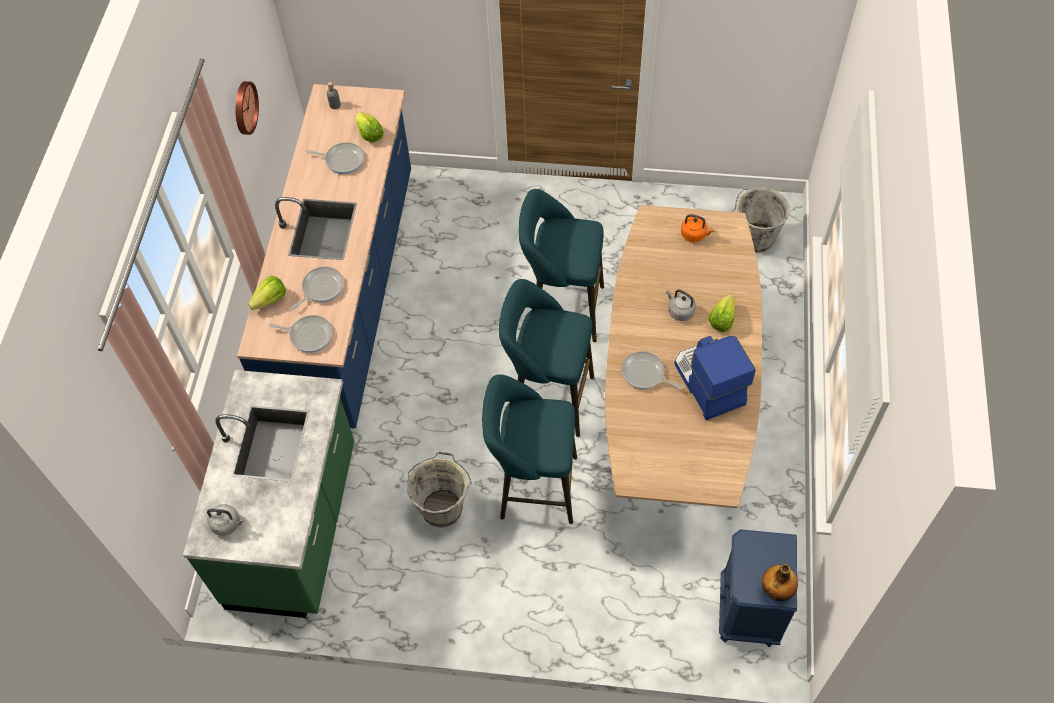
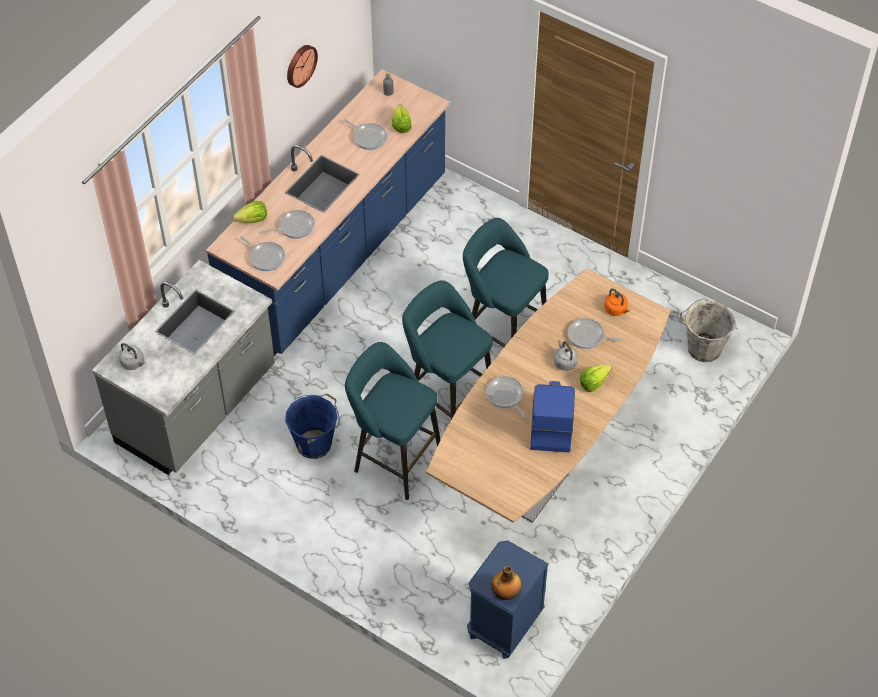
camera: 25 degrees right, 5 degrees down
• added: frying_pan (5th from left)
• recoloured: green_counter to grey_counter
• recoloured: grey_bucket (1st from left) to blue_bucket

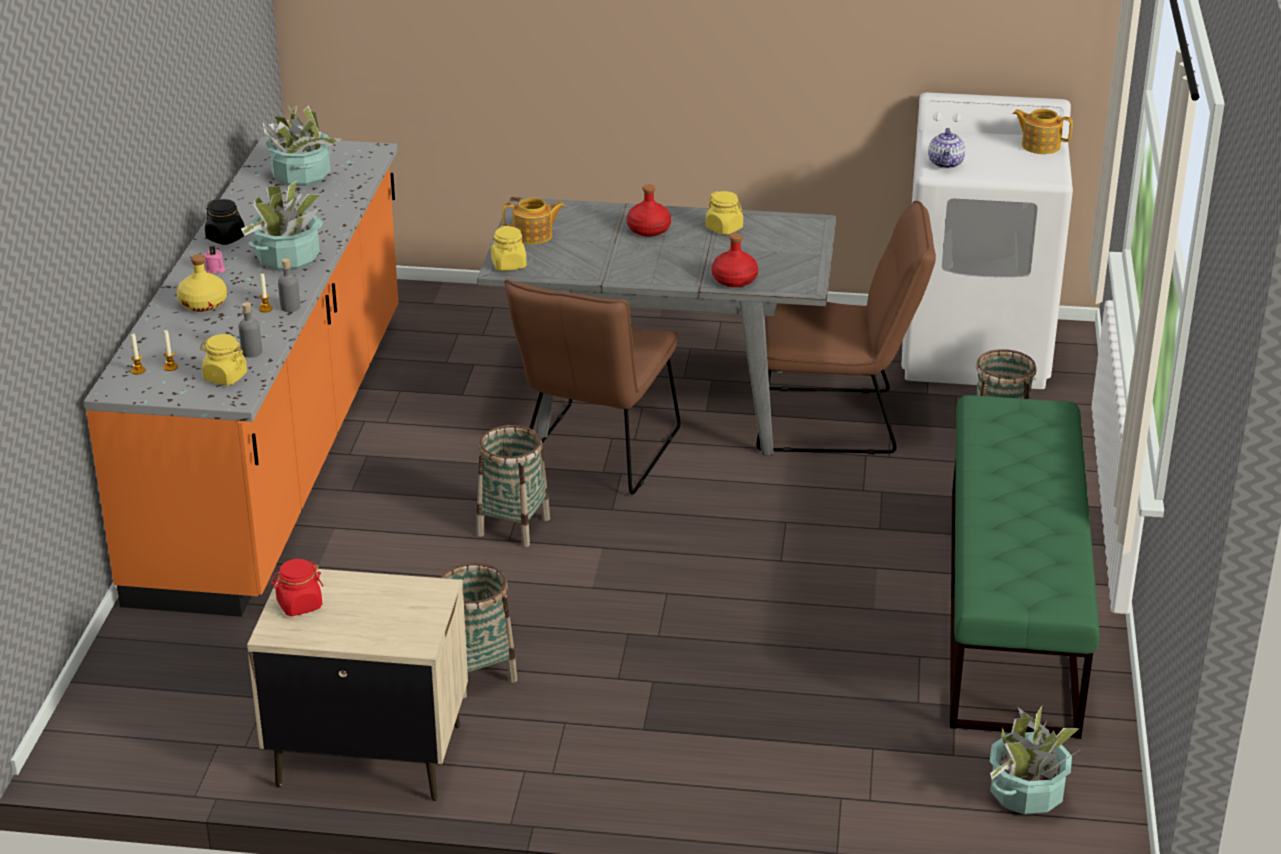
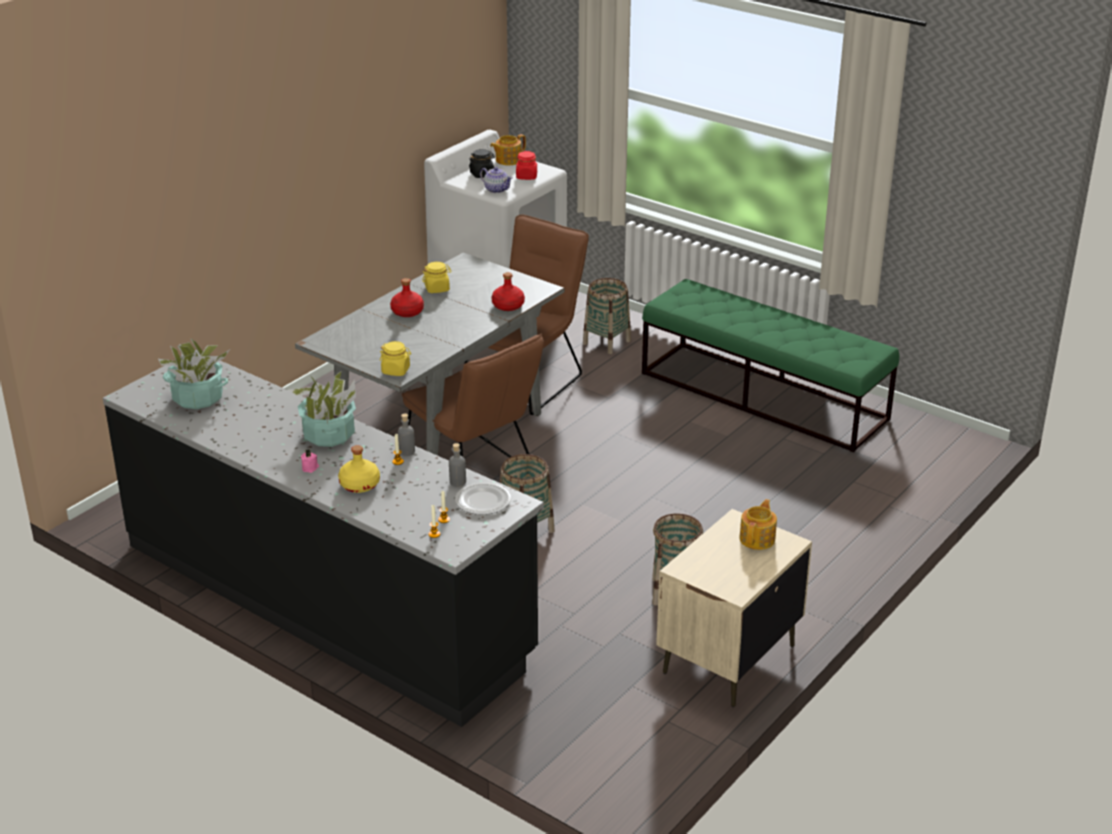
camera: 60 degrees left, 0 degrees up
• removed: potted_plant (3rd from left)
• moved: black_jar
• moved: red_jar
• moved: teapot (1st from left in the first image) to teapot (3rd from left)
• replaced: yellow_jar (1st from left) to plate
• recoloured: orange_counter to black_counter

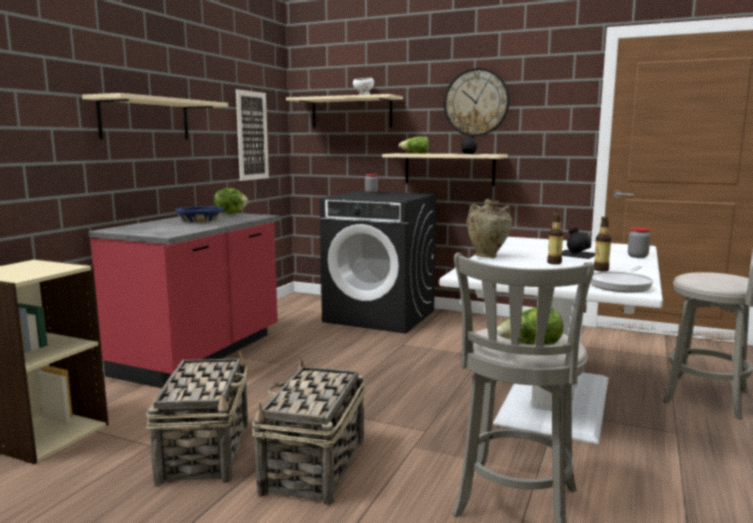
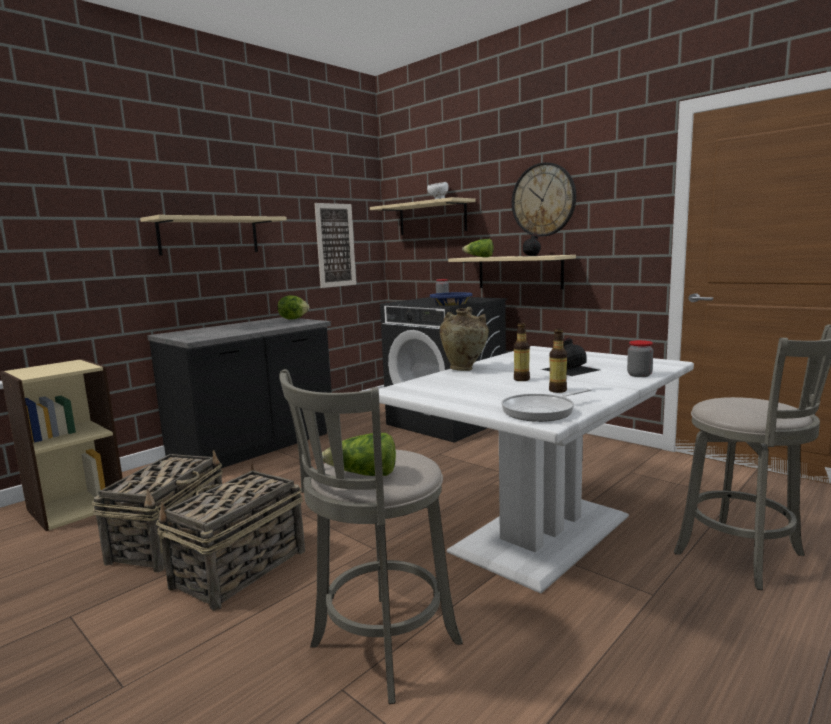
camera: 20 degrees right, 0 degrees up
• moved: blue_bowl
• recoloured: red_counter to black_counter

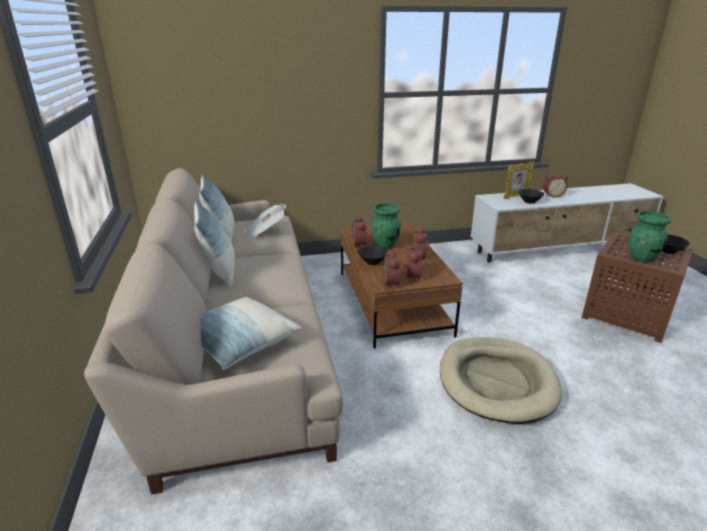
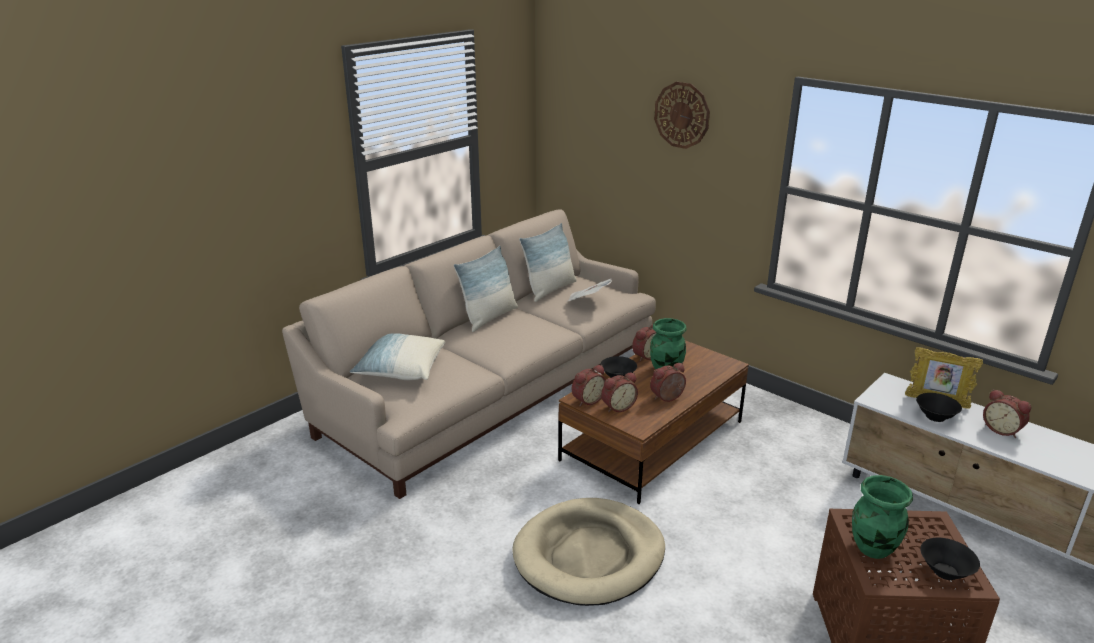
camera: 55 degrees right, 0 degrees up
• added: wall_clock

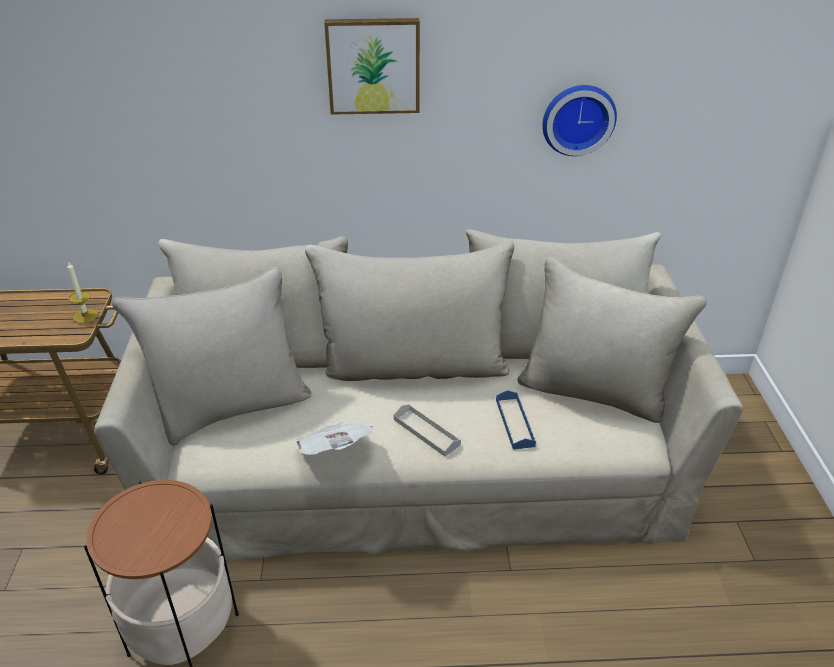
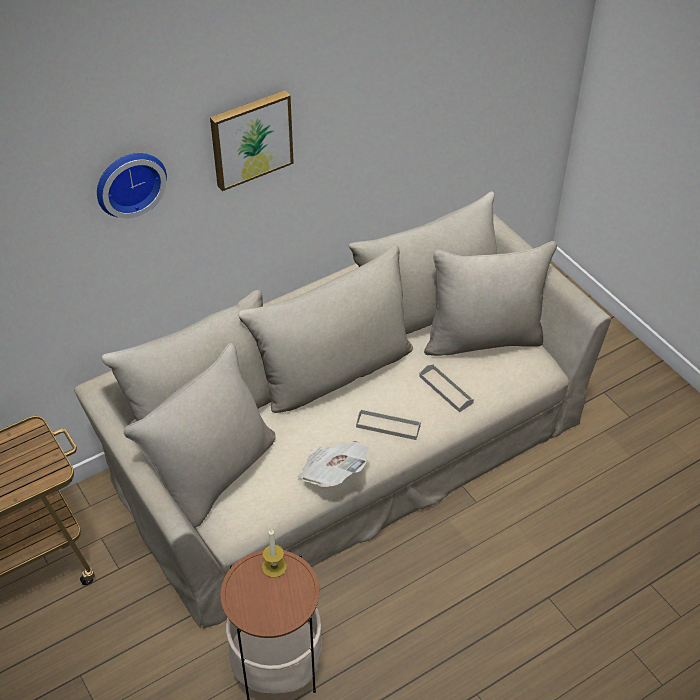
camera: 30 degrees left, 10 degrees up
• moved: candle
• moved: wall_clock
• recoloured: blue_tray to grey_tray (2nd from left)

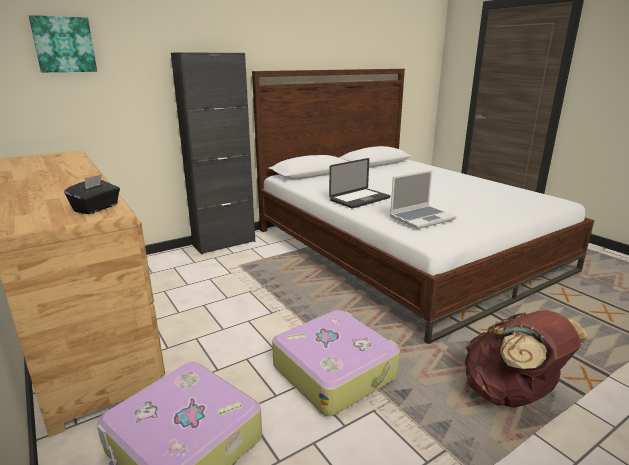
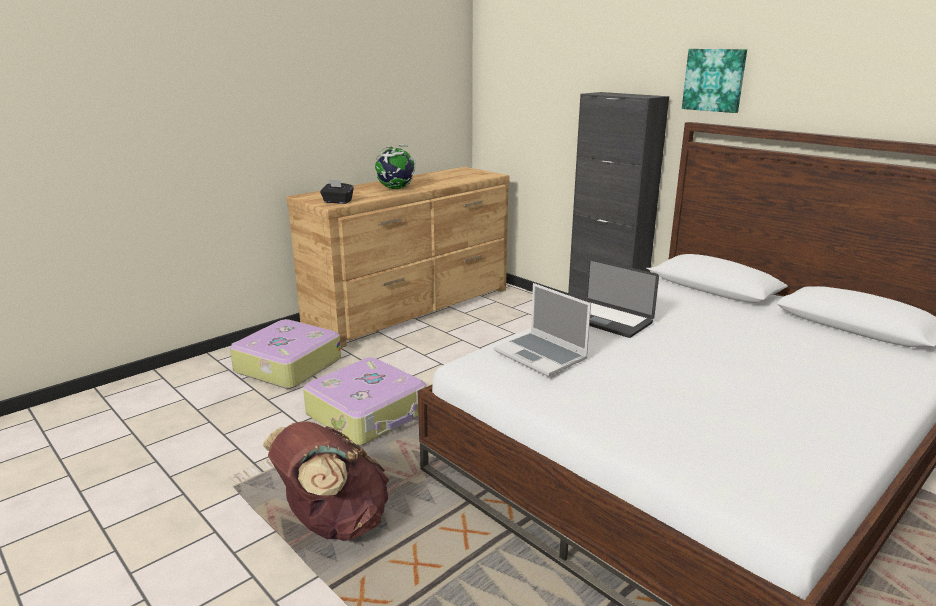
camera: 80 degrees right, 0 degrees up
• added: globe
• moved: picture

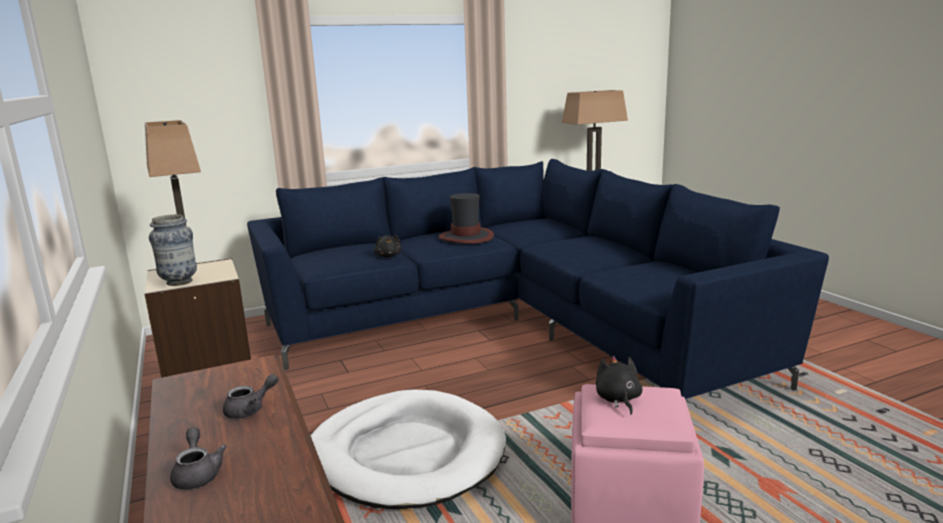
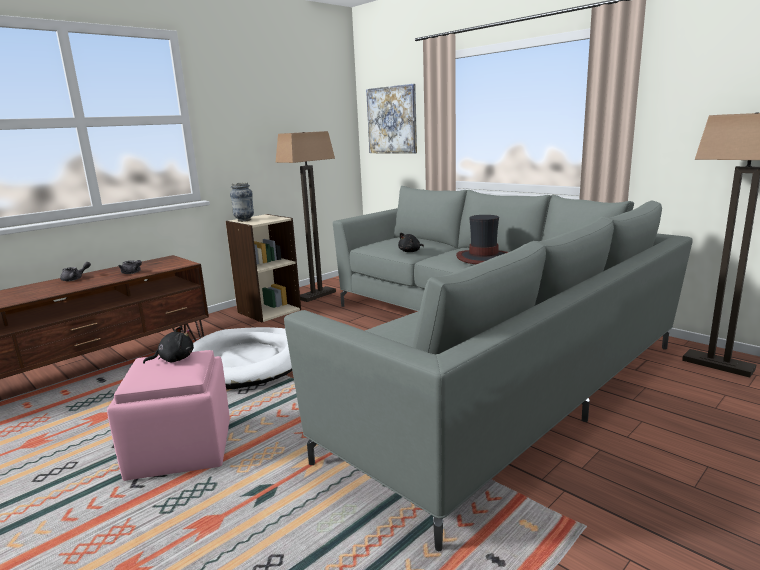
camera: 70 degrees right, 0 degrees up
• added: picture
• recoloured: blue_sofa to grey_sofa

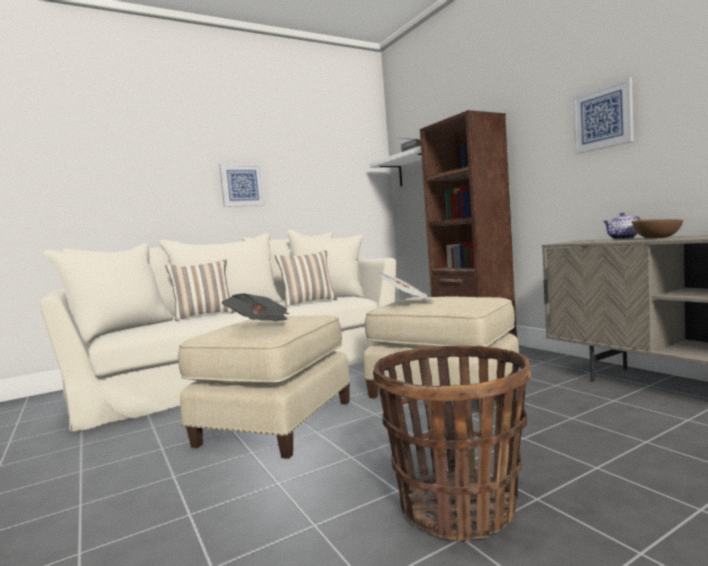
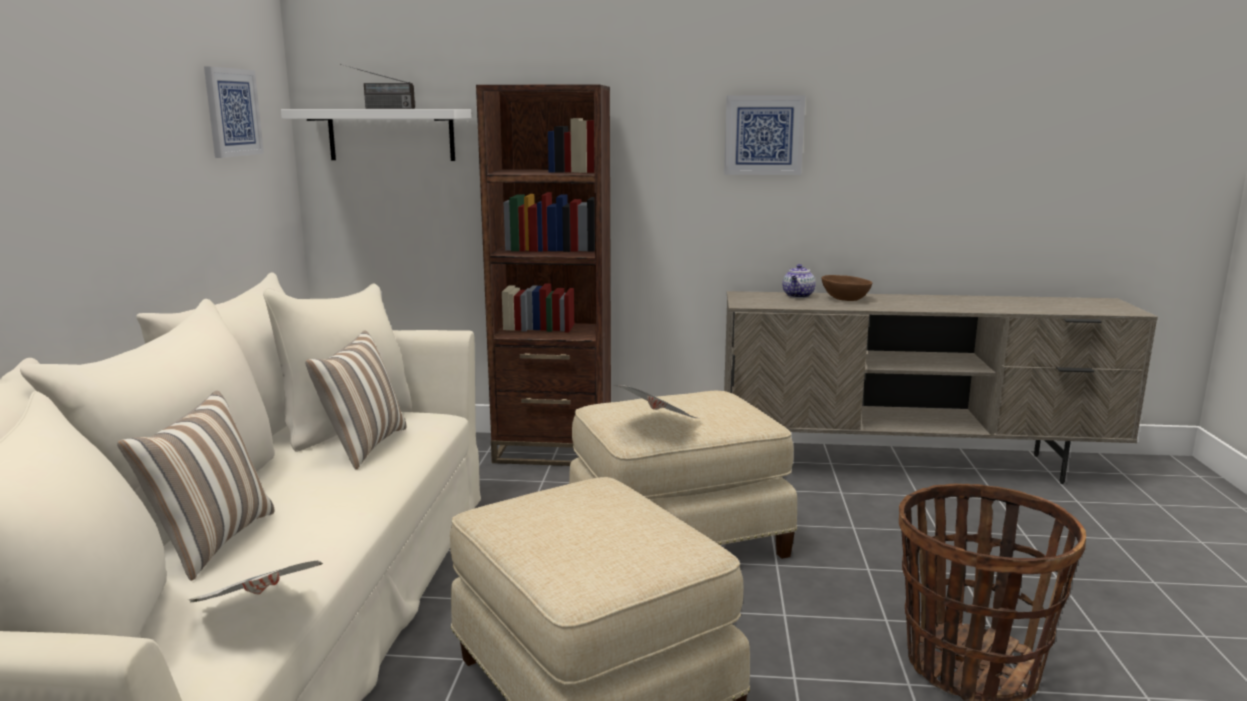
camera: 55 degrees left, 10 degrees up
• moved: picture (1st from left)
• moved: newspaper (1st from left)

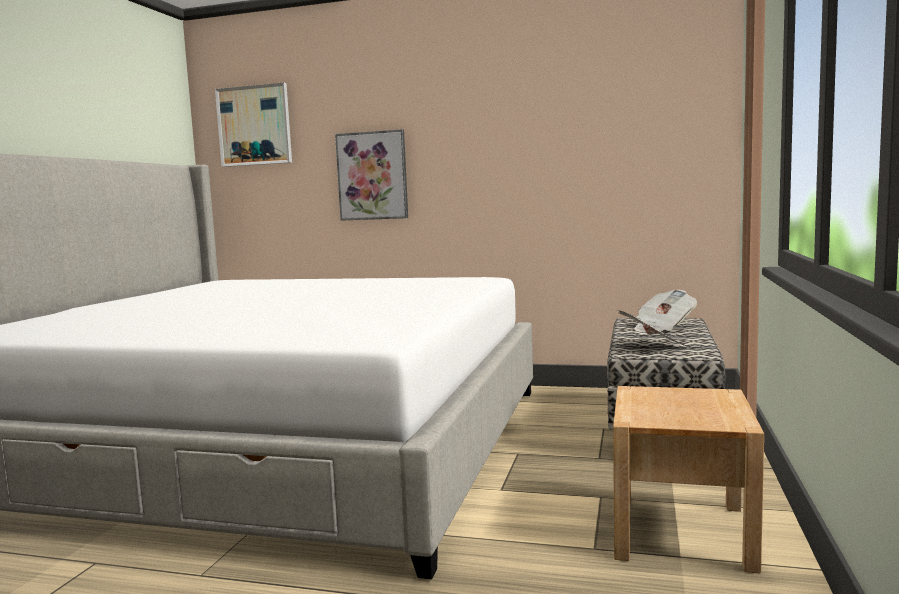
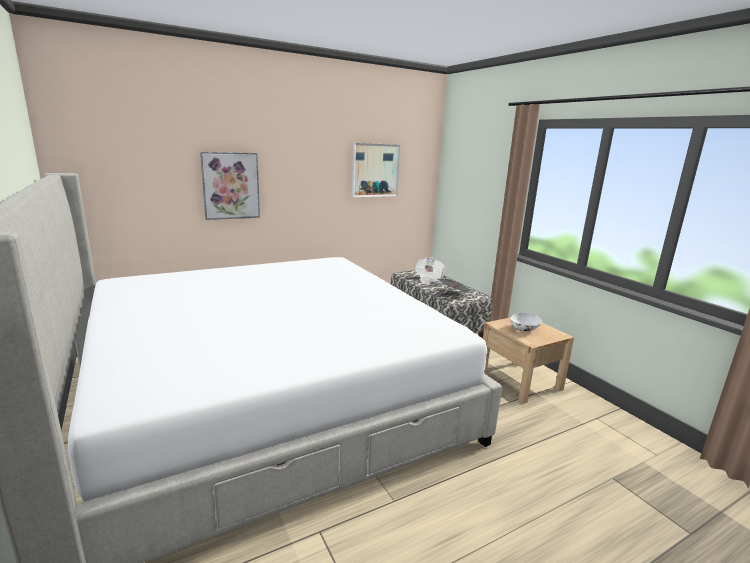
camera: 45 degrees left, 10 degrees up
• added: white_bowl
• moved: picture (1st from left in the first image) to picture (2nd from left)

